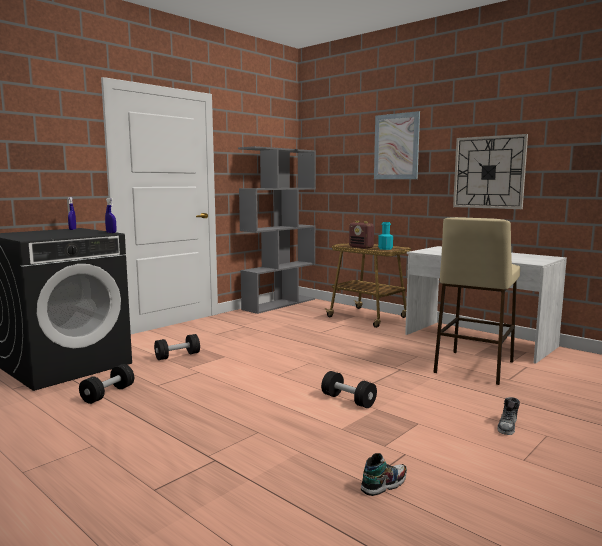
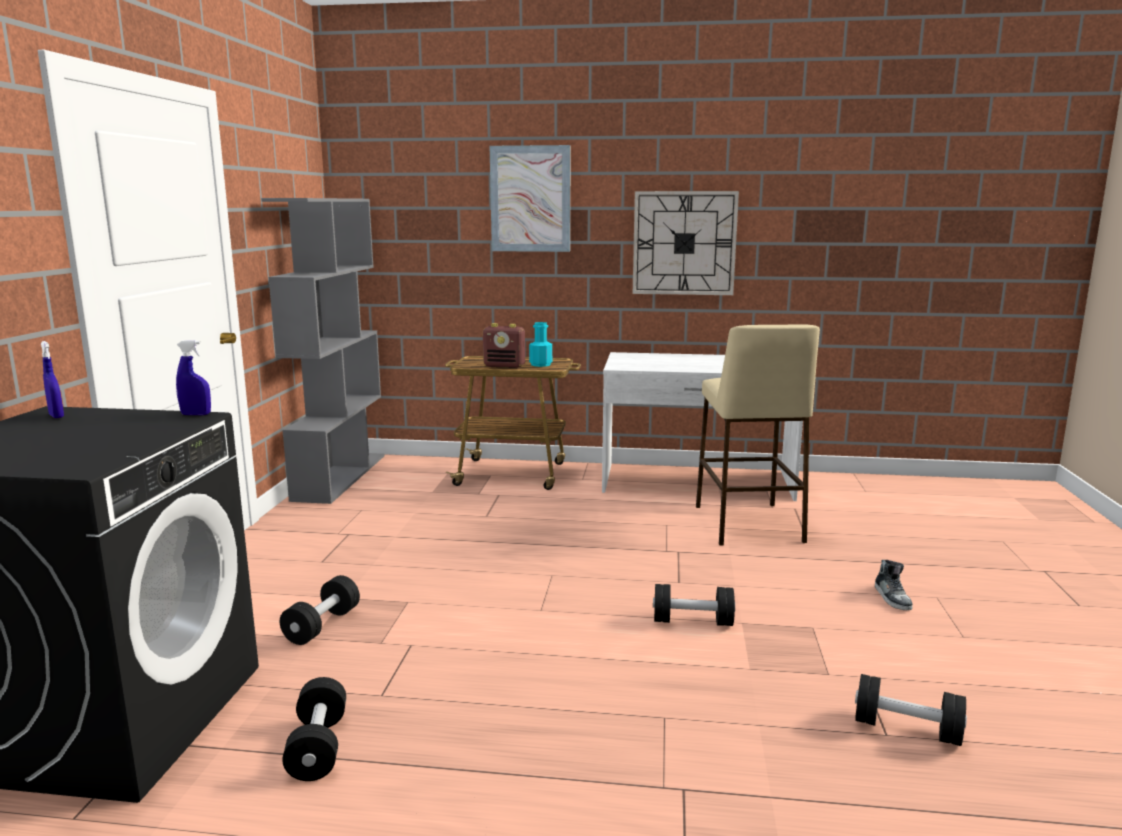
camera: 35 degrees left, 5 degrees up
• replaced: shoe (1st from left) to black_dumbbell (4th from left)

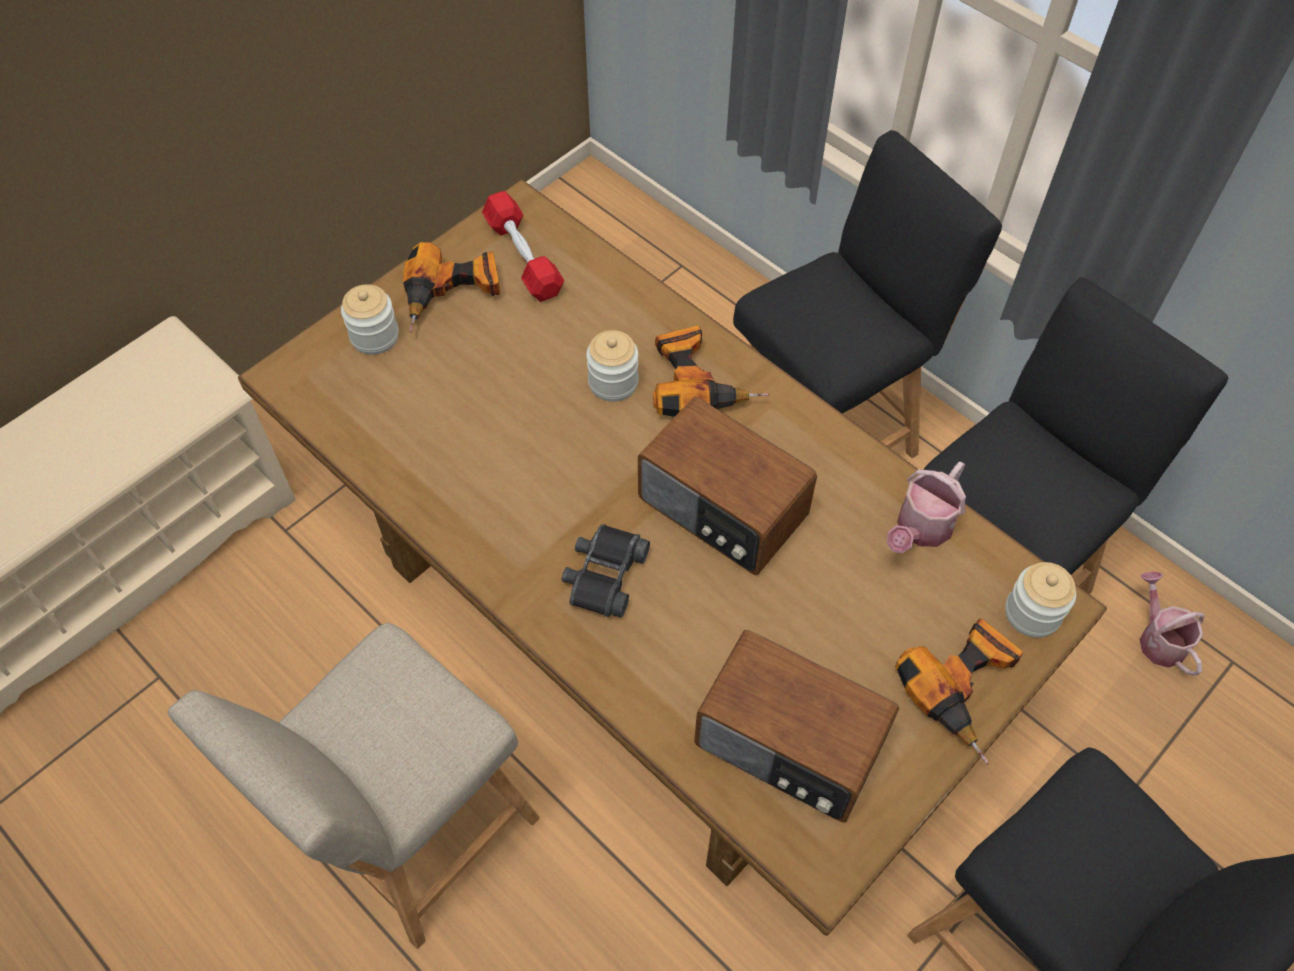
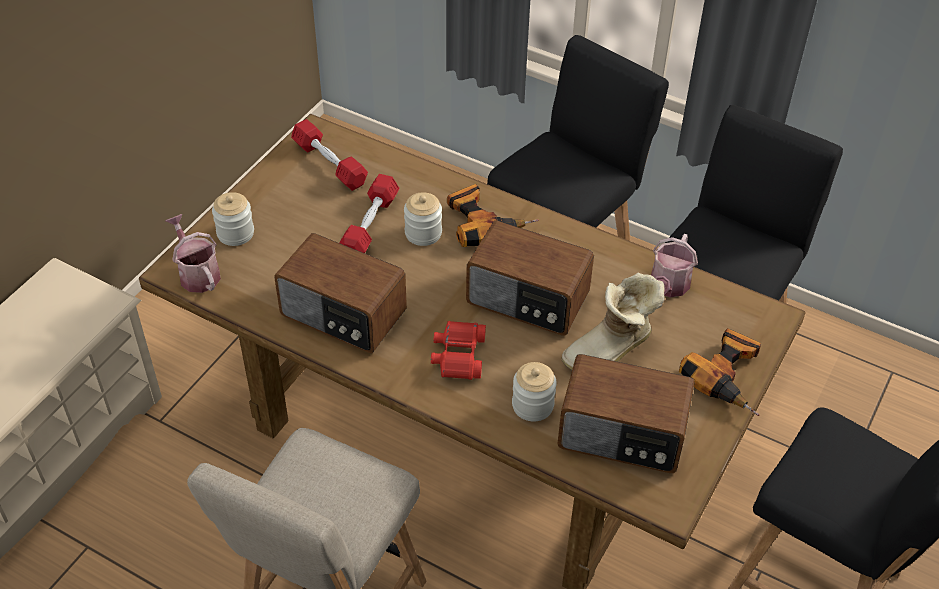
camera: 15 degrees left, 10 degrees down
• removed: power_drill (1st from left)
• added: radio (1st from left)
• added: red_dumbbell (2nd from left)
• added: boot
• moved: jar (3rd from left)
• moved: watering_can (2nd from left in the first image) to watering_can (1st from left)
• recoloured: black_binoculars to red_binoculars

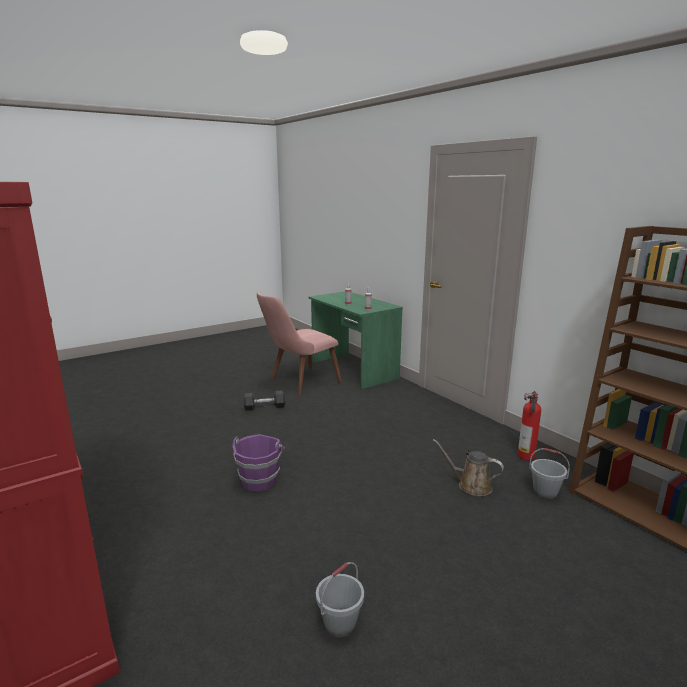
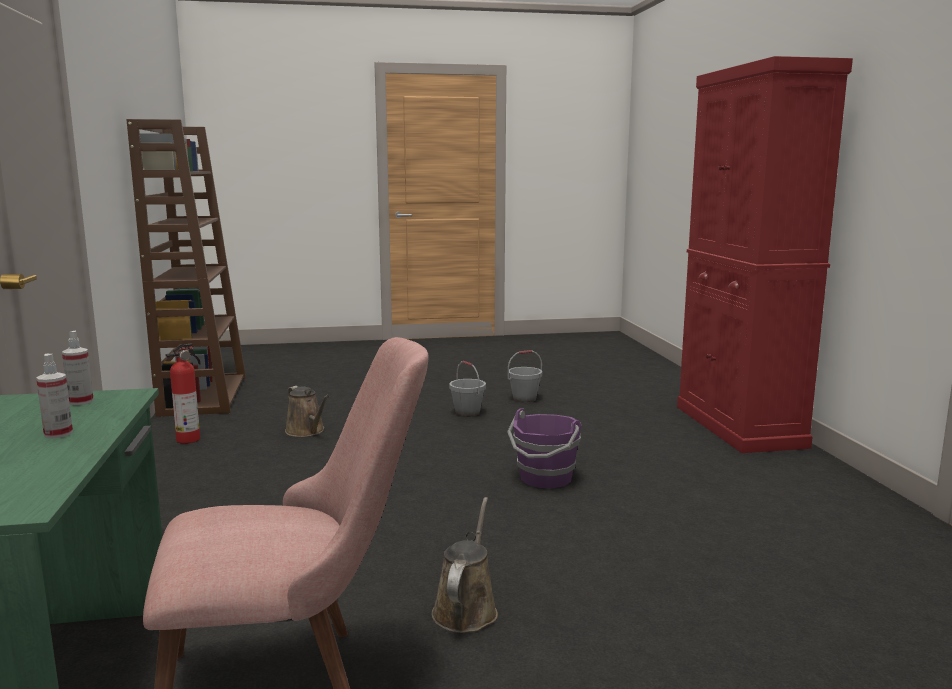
camera: 155 degrees left, 5 degrees down
• moved: grey_bucket (2nd from left in the first image) to grey_bucket (1st from left)
• replaced: grey_dumbbell to brown_watering_can (2nd from left)

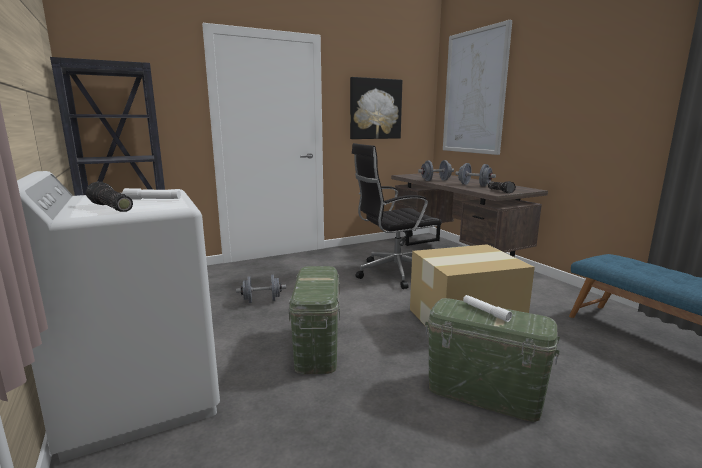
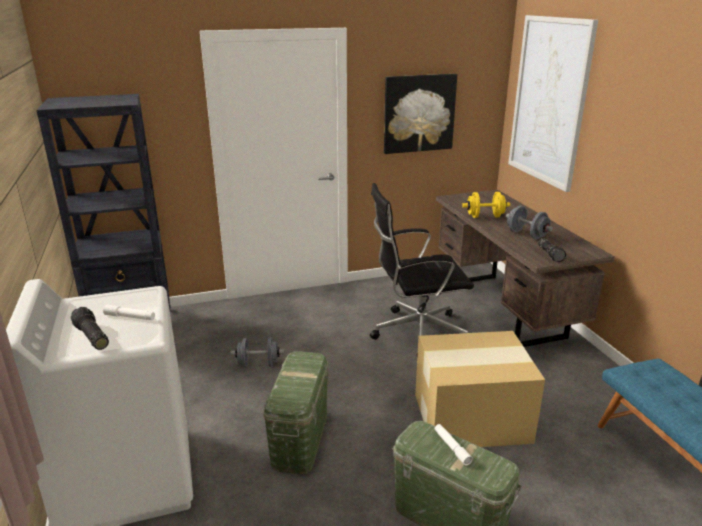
camera: 10 degrees right, 10 degrees up
• recoloured: grey_dumbbell (2nd from left) to yellow_dumbbell

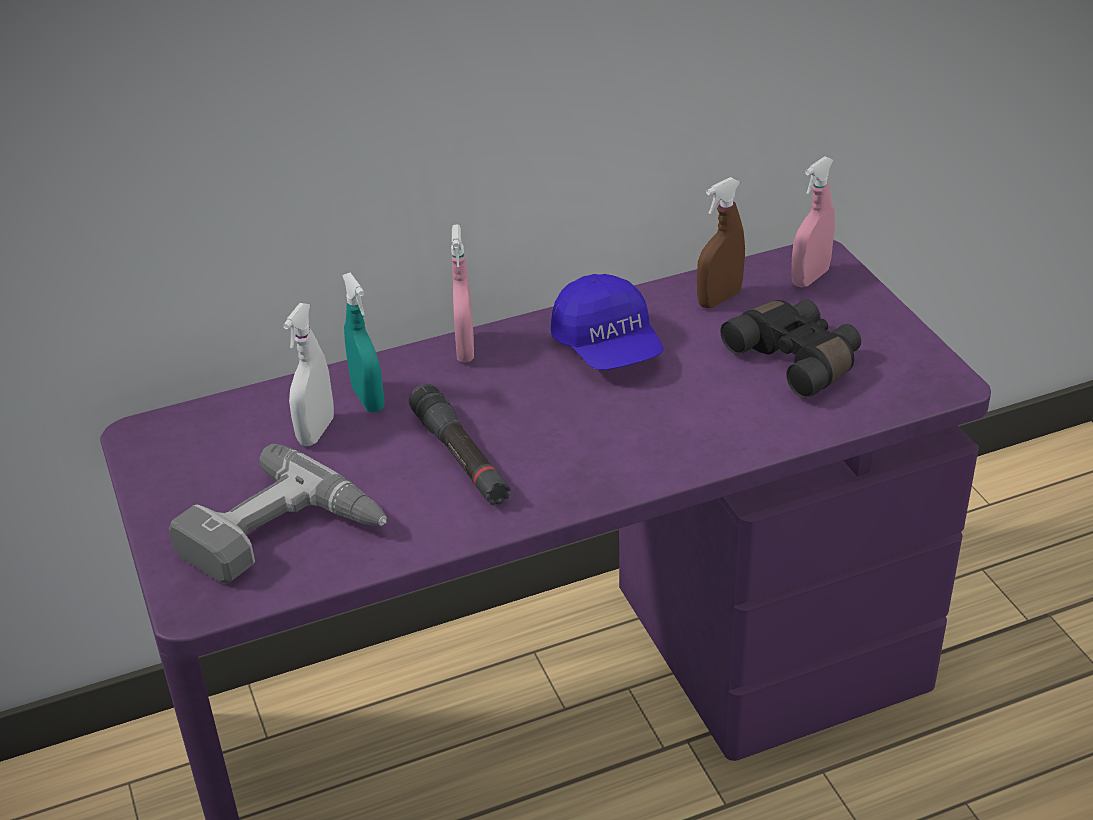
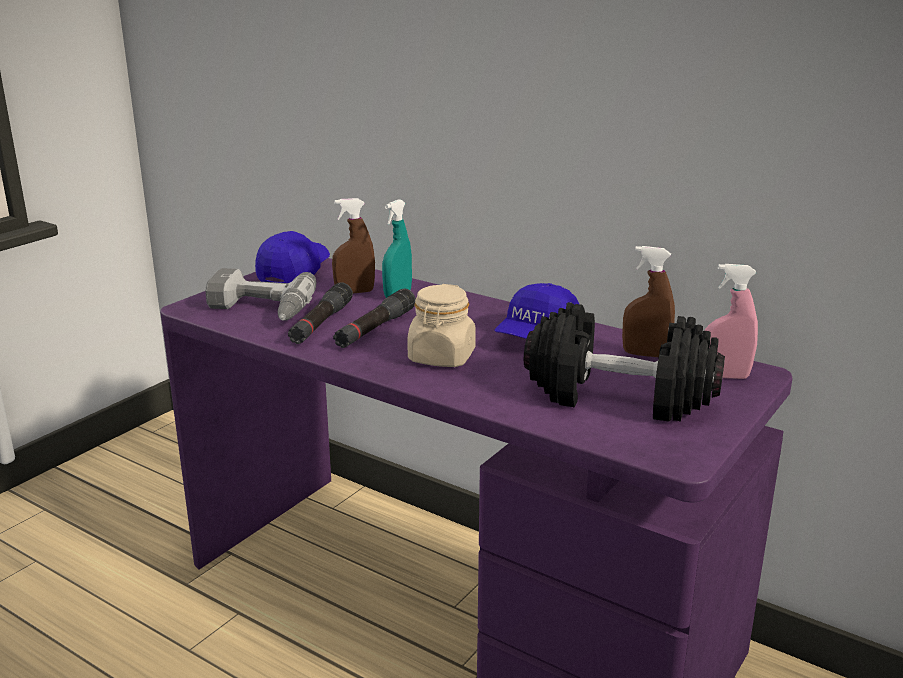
camera: 55 degrees right, 15 degrees down
• removed: pink_spray_bottle (1st from left)
• added: blue_cap (1st from left)
• added: black_flashlight (1st from left)
• added: beige_jar
• replaced: black_binoculars to black_dumbbell
• recoloured: white_spray_bottle to brown_spray_bottle (1st from left)

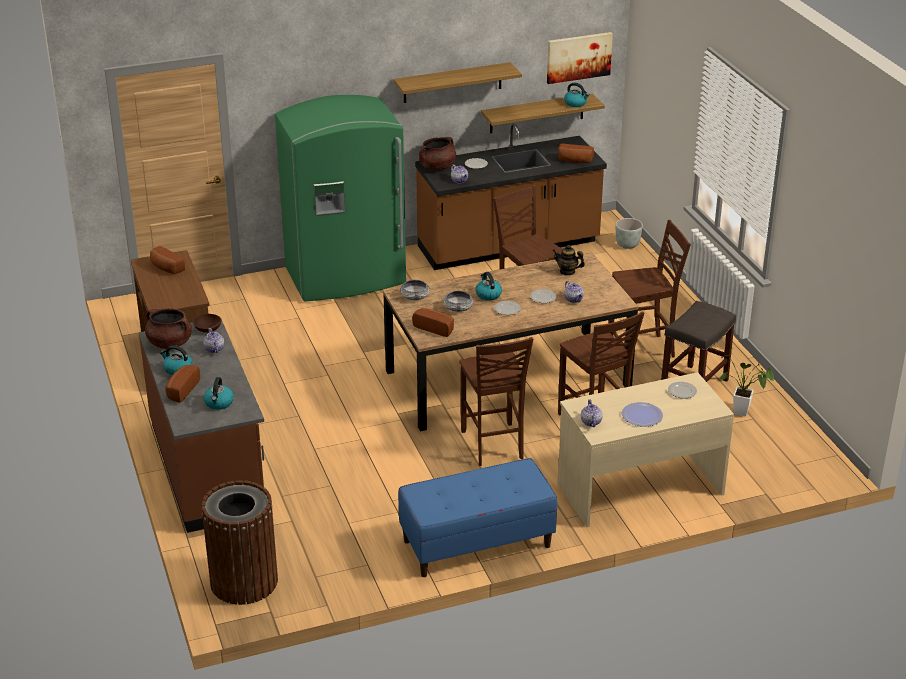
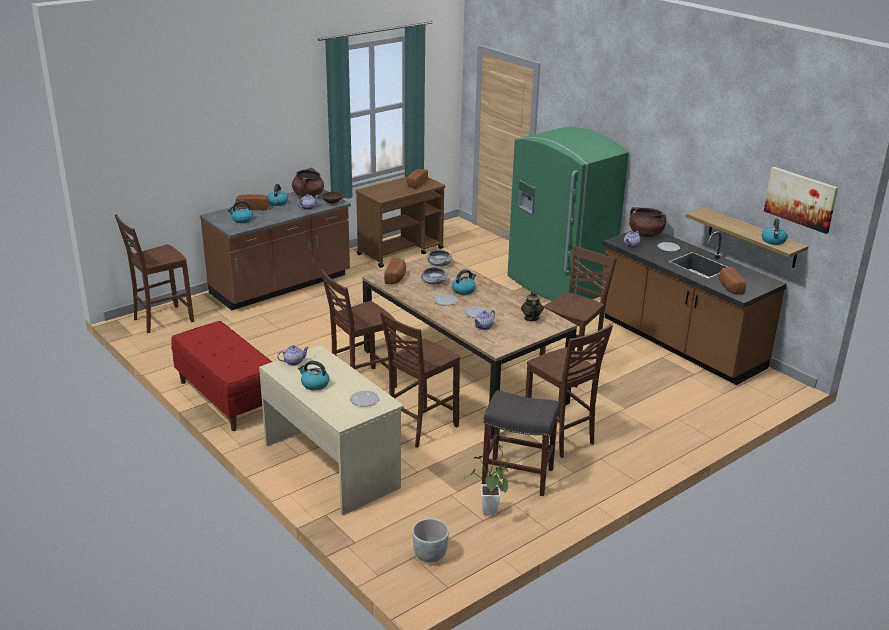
camera: 70 degrees right, 5 degrees down
• removed: shelf (1st from left)
• moved: grey_planter
• replaced: brown_trash_can to brown_chair (1st from left)
• replaced: plate (4th from left) to kettle (3rd from left)
• recoloured: blue_bench to red_bench

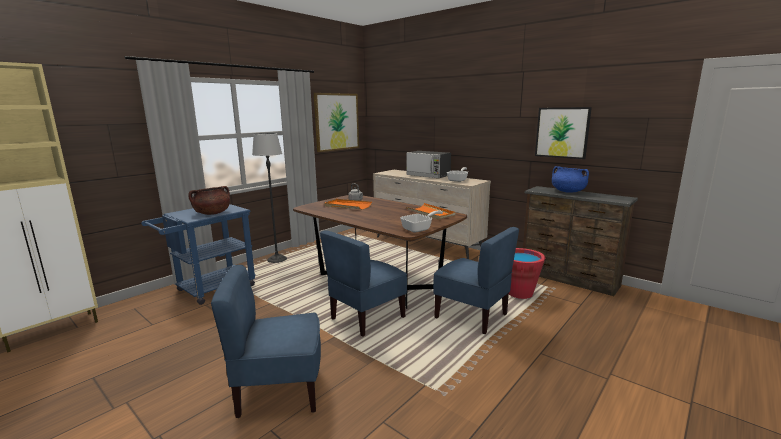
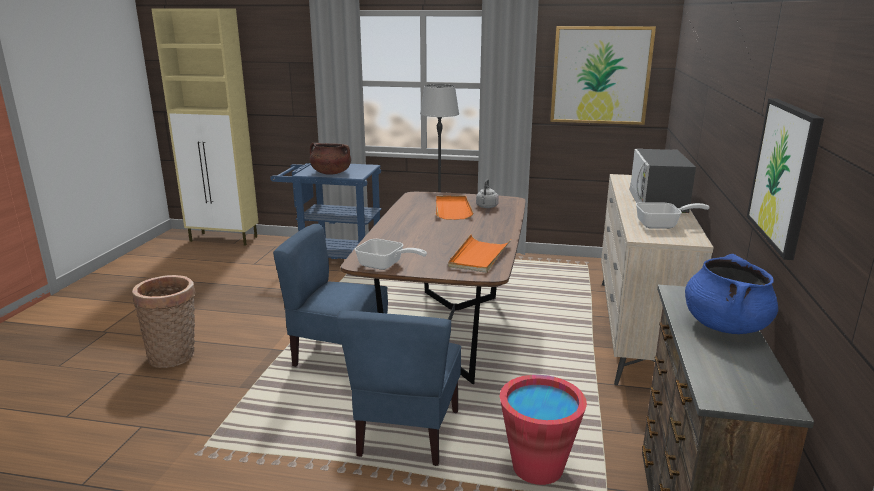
camera: 60 degrees right, 5 degrees up
• replaced: blue_chair (1st from left) to basket

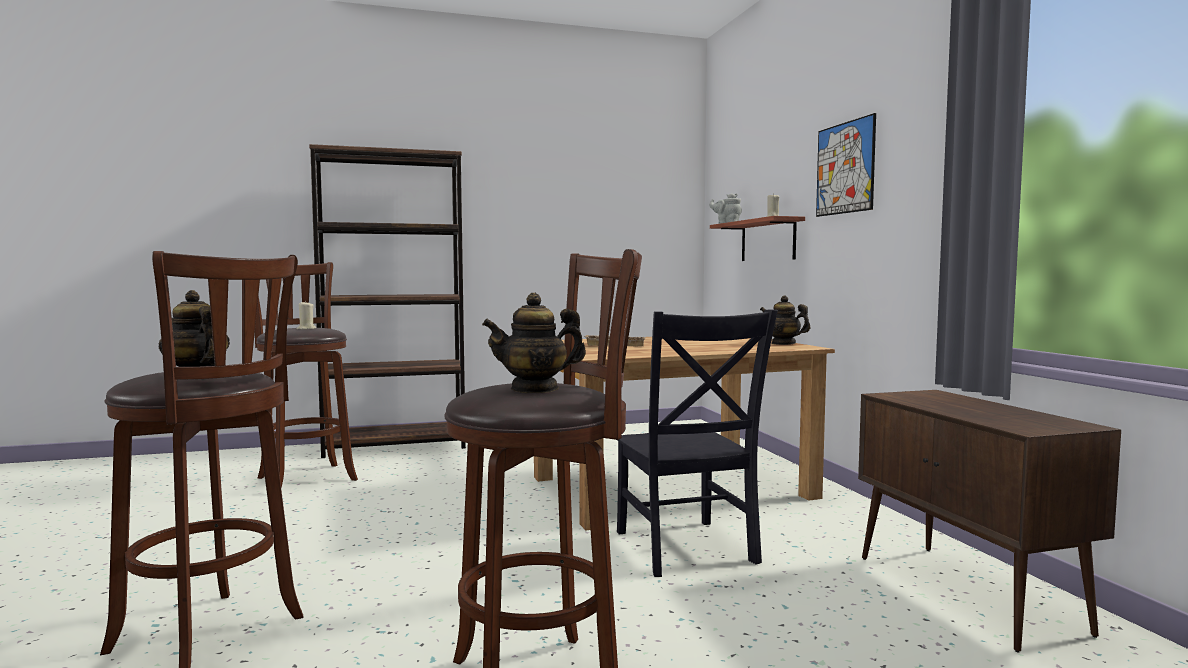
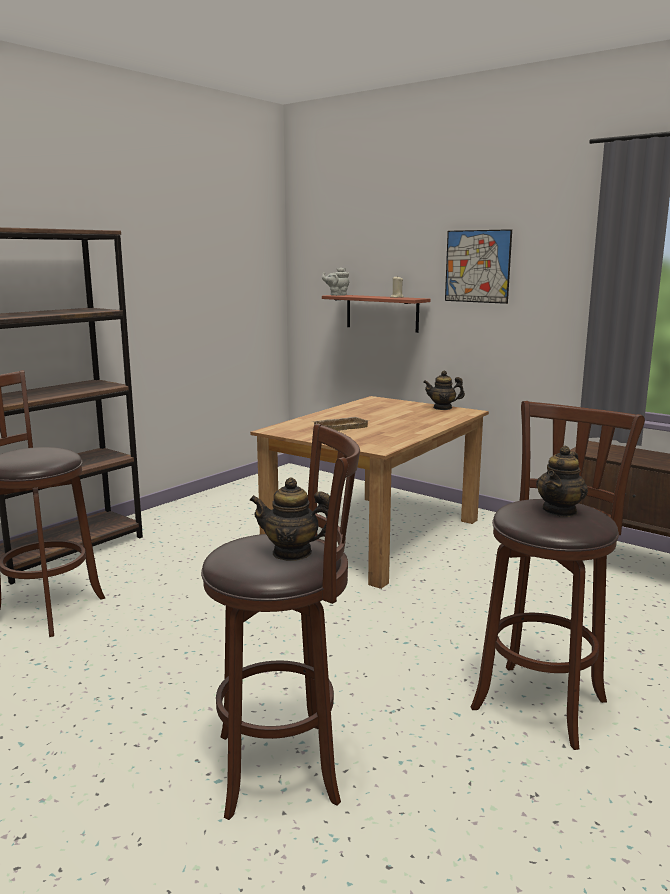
camera: 35 degrees left, 10 degrees up
• removed: beige_candle (1st from left)
• removed: black_chair

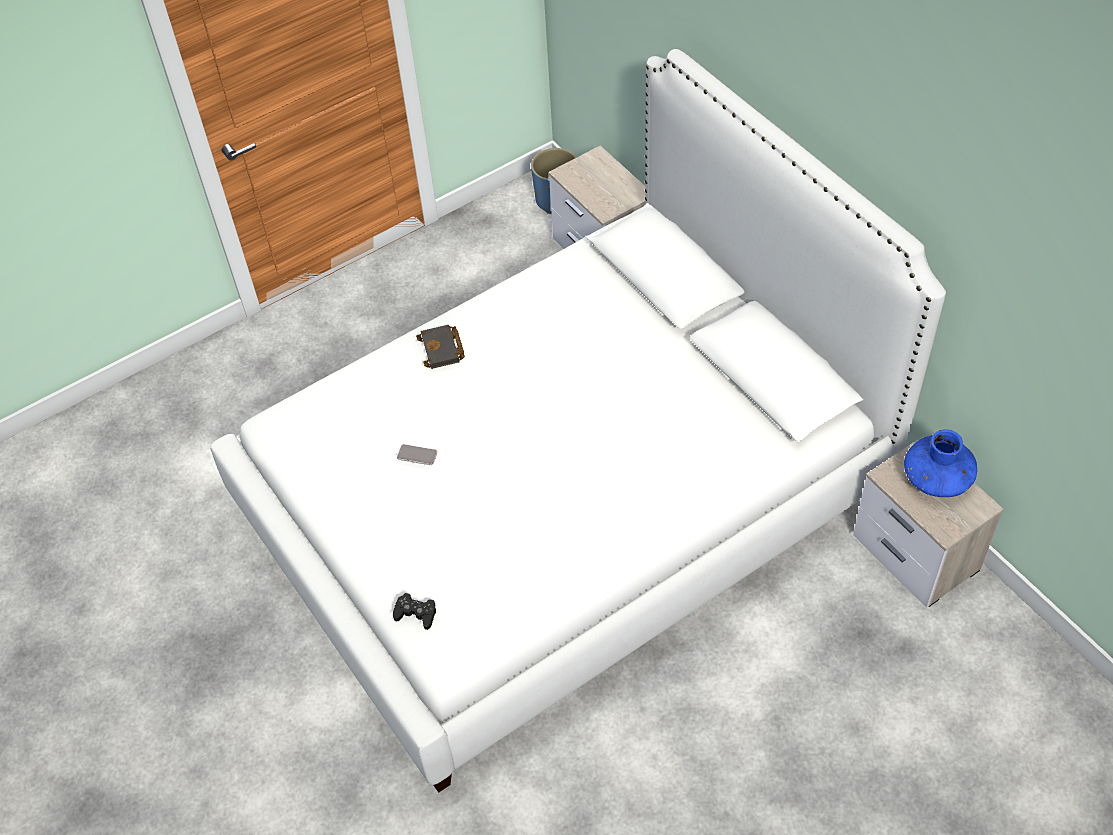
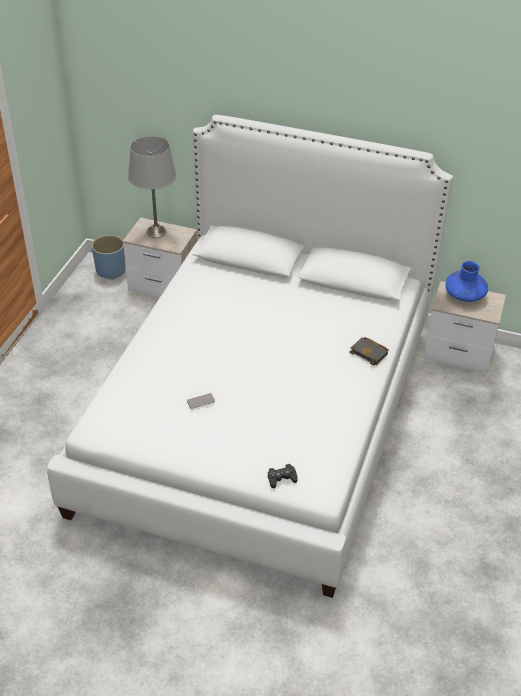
camera: 40 degrees left, 10 degrees down
• added: grey_table_lamp
• moved: black_book

